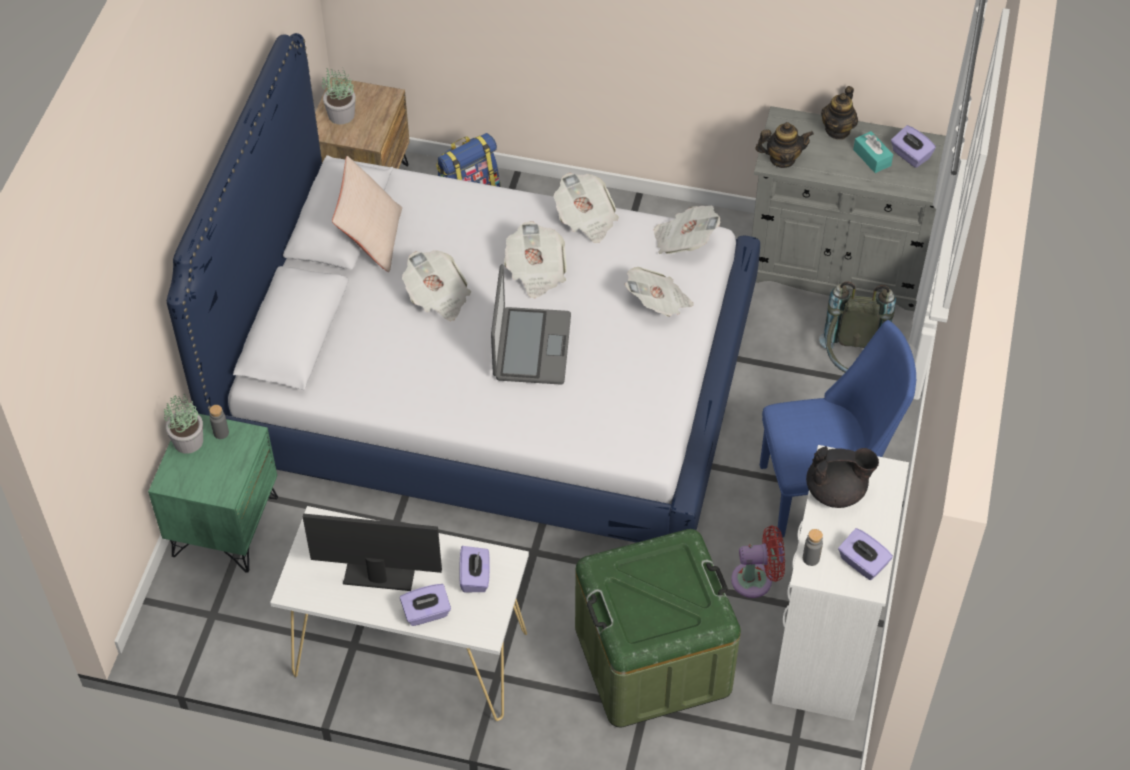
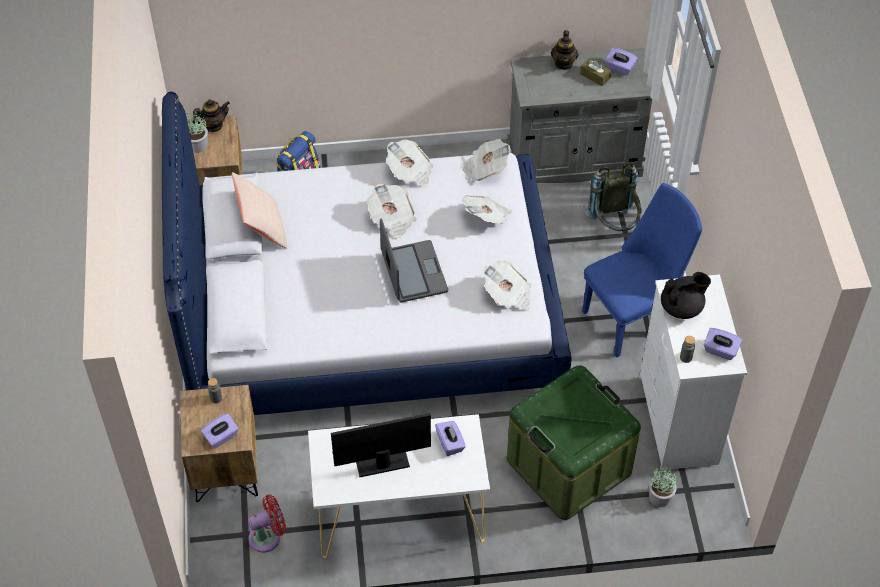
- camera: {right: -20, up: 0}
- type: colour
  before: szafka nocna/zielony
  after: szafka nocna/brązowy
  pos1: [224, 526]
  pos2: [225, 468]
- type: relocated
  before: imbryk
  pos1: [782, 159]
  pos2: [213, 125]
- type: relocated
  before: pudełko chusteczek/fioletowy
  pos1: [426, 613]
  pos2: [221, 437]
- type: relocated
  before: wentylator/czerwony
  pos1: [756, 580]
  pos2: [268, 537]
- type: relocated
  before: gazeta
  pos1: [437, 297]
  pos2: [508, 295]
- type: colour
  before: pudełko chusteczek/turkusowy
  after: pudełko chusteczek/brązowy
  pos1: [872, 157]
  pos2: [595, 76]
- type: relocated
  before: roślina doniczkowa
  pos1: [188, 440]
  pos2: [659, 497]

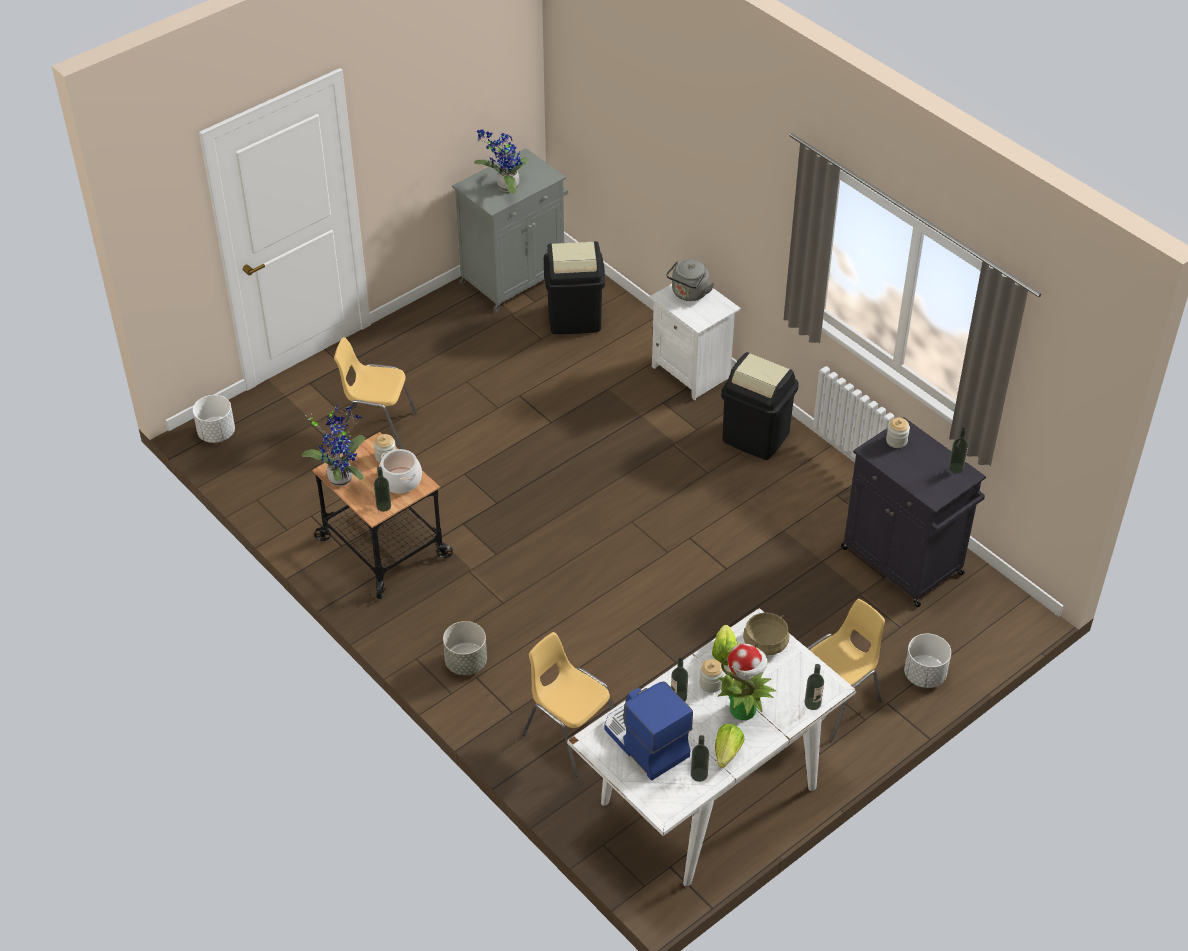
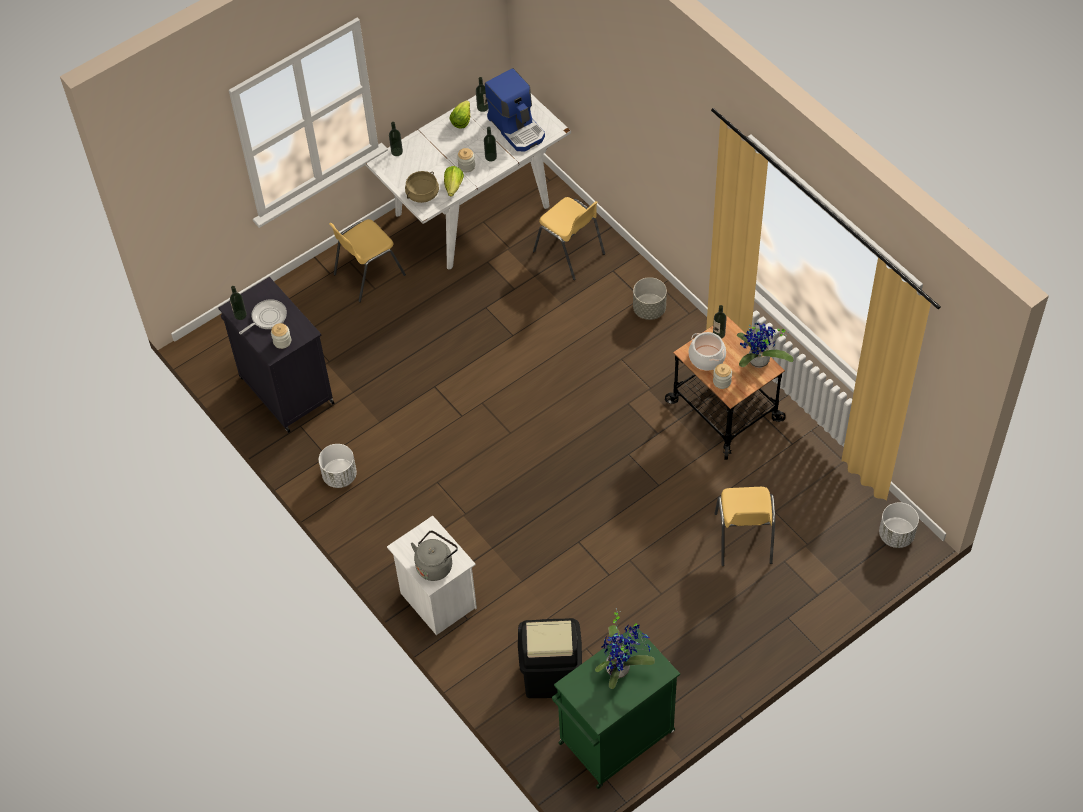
- camera: {right: -175, up: 10}
- type: appeared
  after: patelnia
  pos2: [267, 318]
- type: relocated
  before: donica/biały
  pos1: [924, 675]
  pos2: [340, 475]
- type: colour
  before: szafka/szary
  after: szafka/zielony
  pos1: [514, 277]
  pos2: [614, 739]
- type: spun
  before: krzesło/żółty
  pos1: [377, 427]
  pos2: [743, 539]
  turn: 75
- type: missing
  before: roślina doniczkowa
  pos1: [744, 709]
- type: missing
  before: kosz na śmieci/czarny
  pos1: [756, 437]

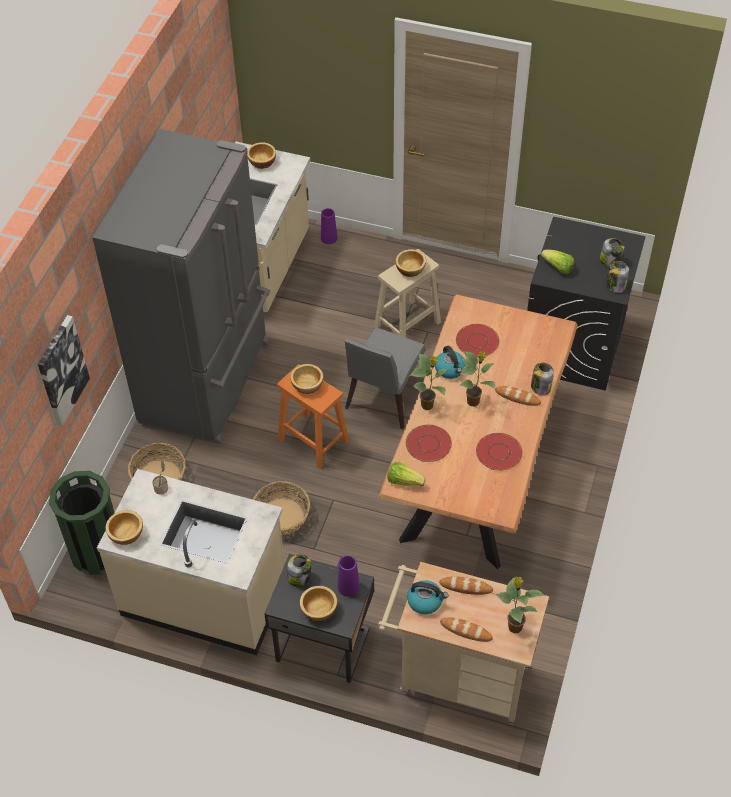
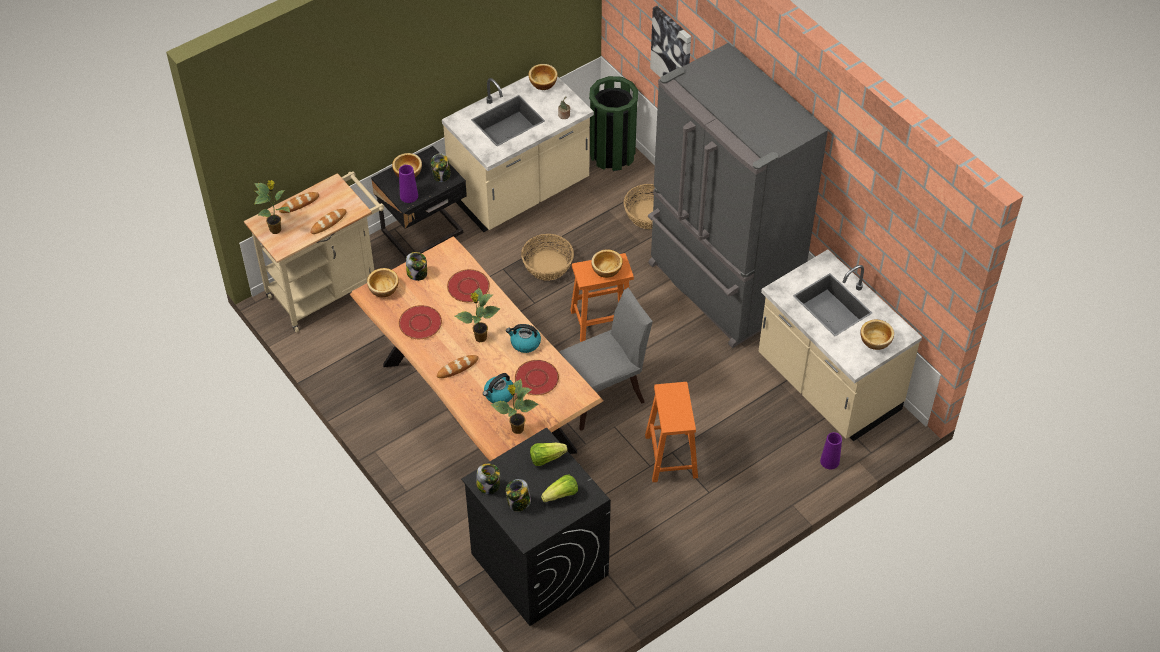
- camera: {right: 125, up: 0}
- type: relocated
  before: miska
  pos1: [410, 269]
  pos2: [384, 289]
- type: relocated
  before: słoik
  pos1: [540, 387]
  pos2: [417, 273]
- type: relocated
  before: czajnik
  pos1: [425, 601]
  pos2: [499, 394]
- type: relocated
  before: roślina doniczkowa
  pos1: [428, 405]
  pos2: [517, 429]
- type: relocated
  before: sałata
  pos1: [404, 481]
  pos2: [561, 495]
- type: spun
  before: krzesło/szary
  pos1: [385, 397]
  pos2: [603, 391]
  turn: 90
- type: colour
  before: stołek/beżowy
  after: stołek/pomarańczowy
  pos1: [408, 323]
  pos2: [671, 457]

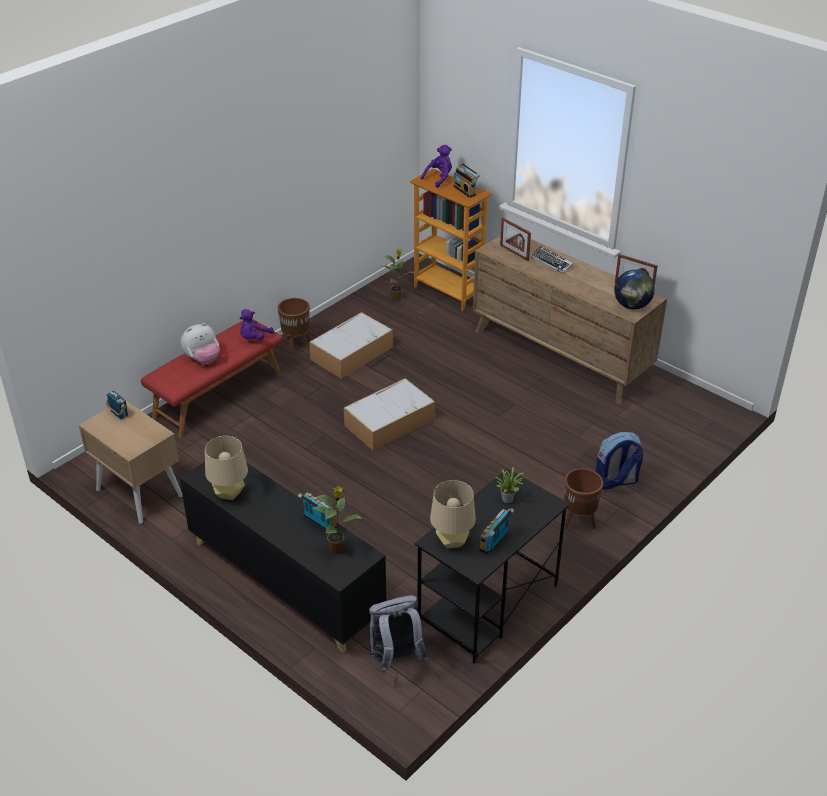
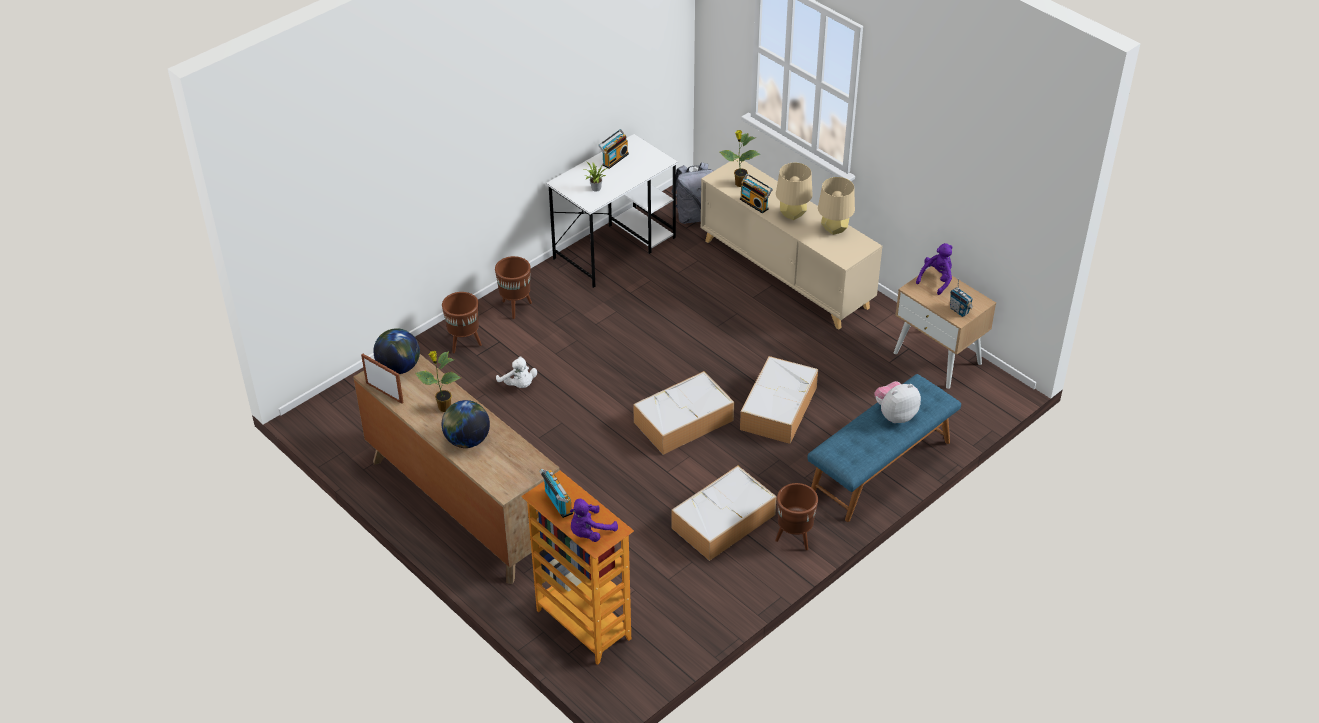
- camera: {right: -175, up: 5}
- type: relocated
  before: roślina doniczkowa
  pos1: [396, 298]
  pos2: [443, 408]
- type: exchanged
  before: plecak
  after: donica/brązowy
  pos1: [615, 482]
  pos2: [465, 343]
- type: exchanged
  before: klawiatura
  after: globus
  pos1: [551, 262]
  pos2: [467, 440]
- type: appeared
  after: pluszak/biały
  pos2: [519, 385]
- type: colour
  before: biurko/czarny
  after: biurko/biały
  pos1: [487, 605]
  pos2: [615, 247]
- type: colour
  before: szafka/czarny
  after: szafka/beżowy
  pos1: [284, 580]
  pos2: [786, 274]
- type: appeared
  after: pojemnik do przechowywania
  pos2: [778, 407]
- type: relocated
  before: lampa stołowa/beżowy
  pos1: [452, 541]
  pos2: [792, 214]
- type: colour
  before: ławka/czerwony
  after: ławka/niebieski
  pos1: [217, 395]
  pos2: [881, 468]
- type: relocated
  before: pluszak/fioletowy
  pos1: [254, 338]
  pos2: [936, 280]
- type: missing
  before: ramka na zdjęcie
  pos1: [514, 252]

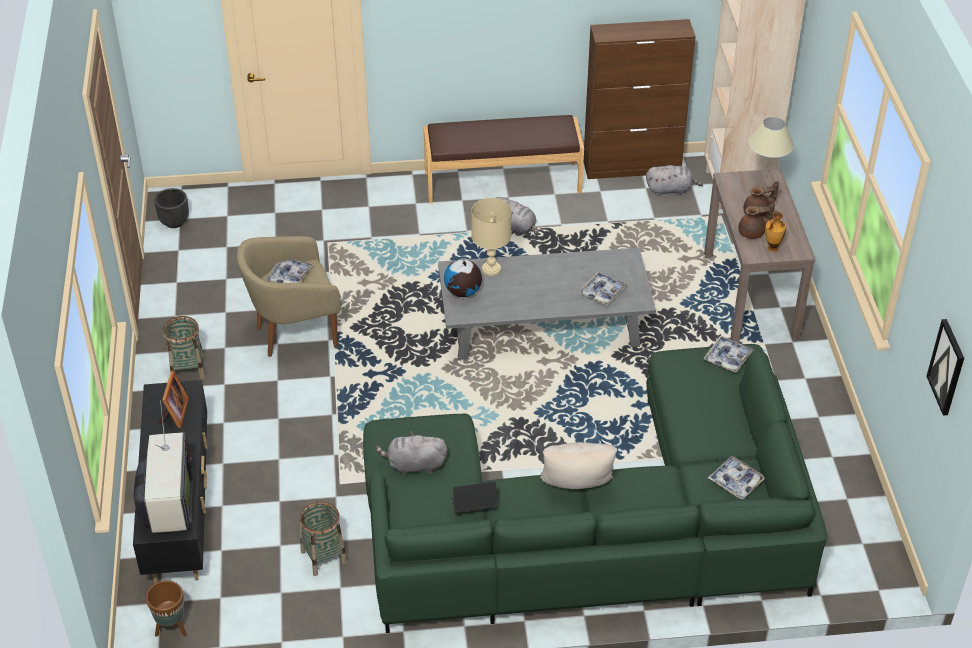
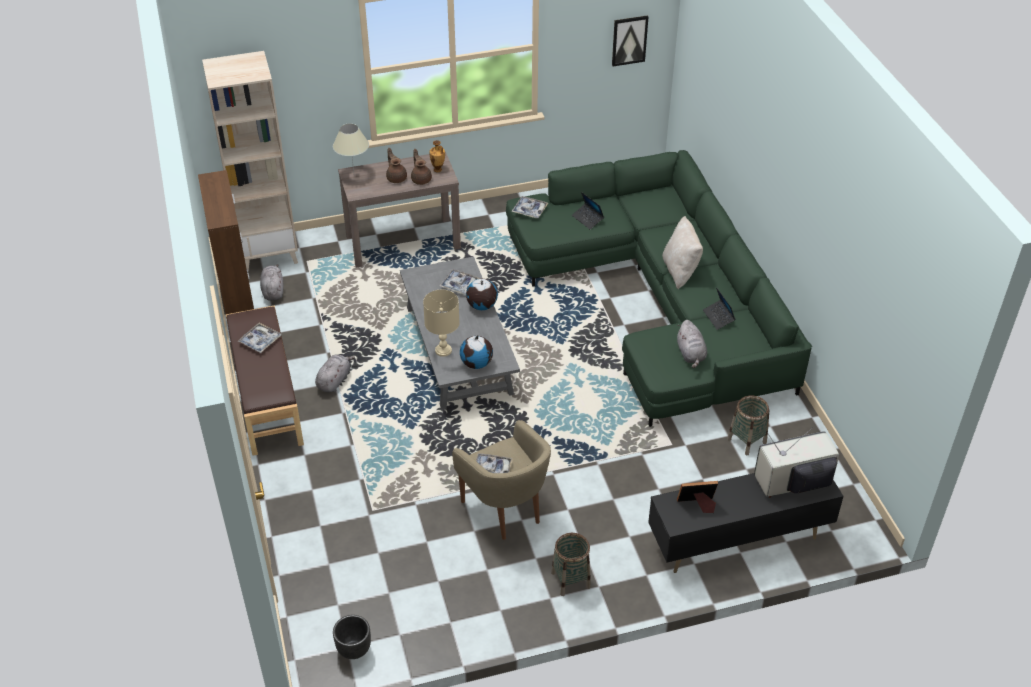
- camera: {right: -100, up: 0}
- type: relocated
  before: taca
  pos1: [736, 481]
  pos2: [260, 341]
- type: appeared
  after: globus
  pos2: [481, 306]
- type: appeared
  after: laptop
  pos2: [587, 219]
- type: missing
  before: donica/brązowy
  pos1: [171, 628]

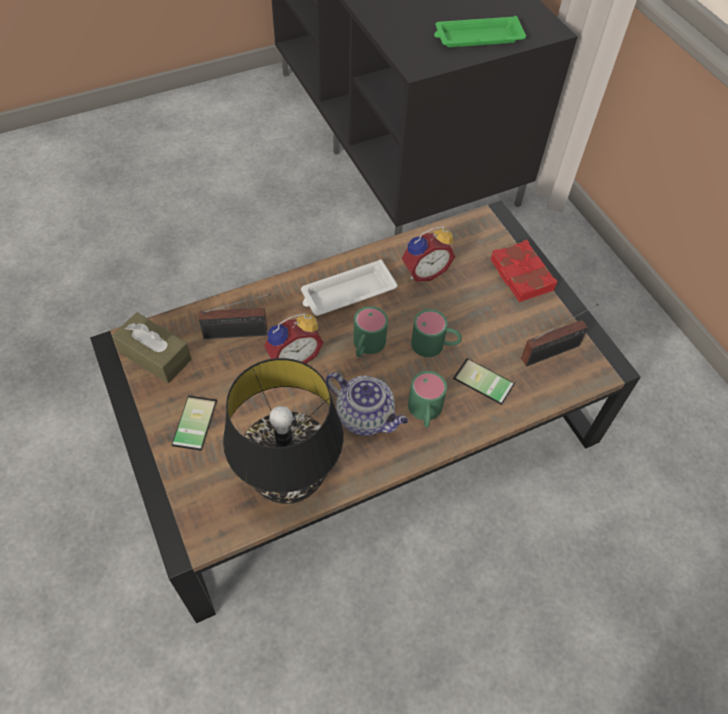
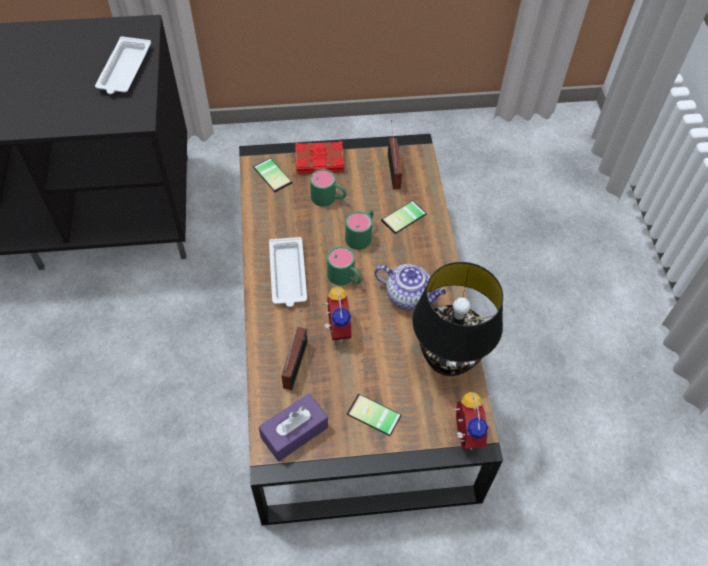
- camera: {right: -70, up: 0}
- type: colour
  before: taca/zielony
  after: taca/biały
  pos1: [477, 38]
  pos2: [124, 70]
- type: appeared
  after: telefon
  pos2: [274, 174]
- type: colour
  before: pudełko chusteczek/brązowy
  after: pudełko chusteczek/fioletowy
  pos1: [155, 355]
  pos2: [294, 432]
- type: relocated
  before: kubek/zielony
  pos1: [425, 412]
  pos2: [328, 198]
- type: spun
  before: imbryk
  pos1: [366, 417]
  pos2: [409, 296]
  turn: 60
- type: relocated
  before: budzik
  pos1: [424, 271]
  pos2: [464, 434]

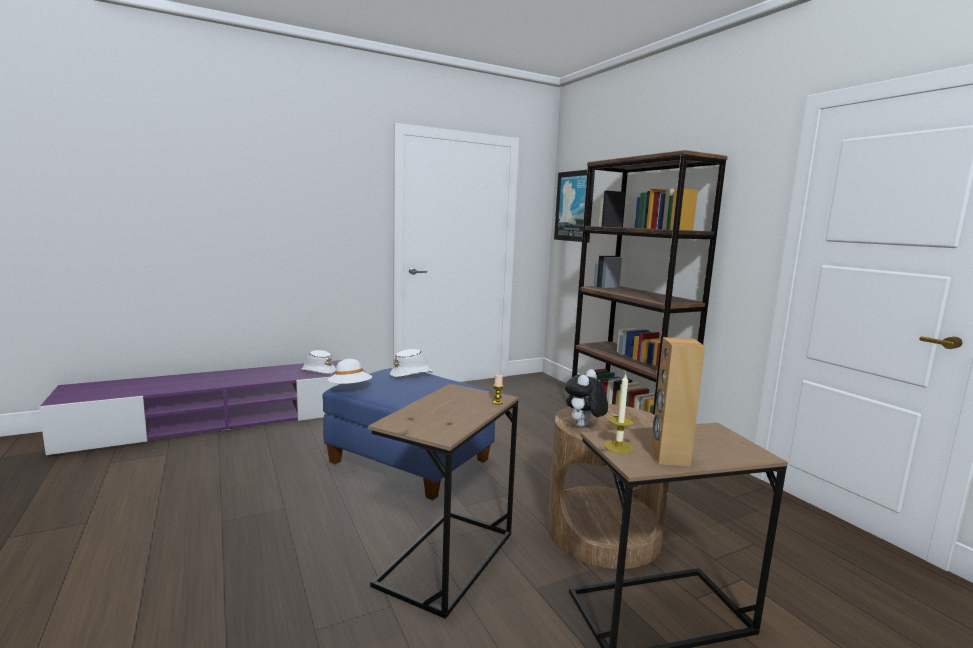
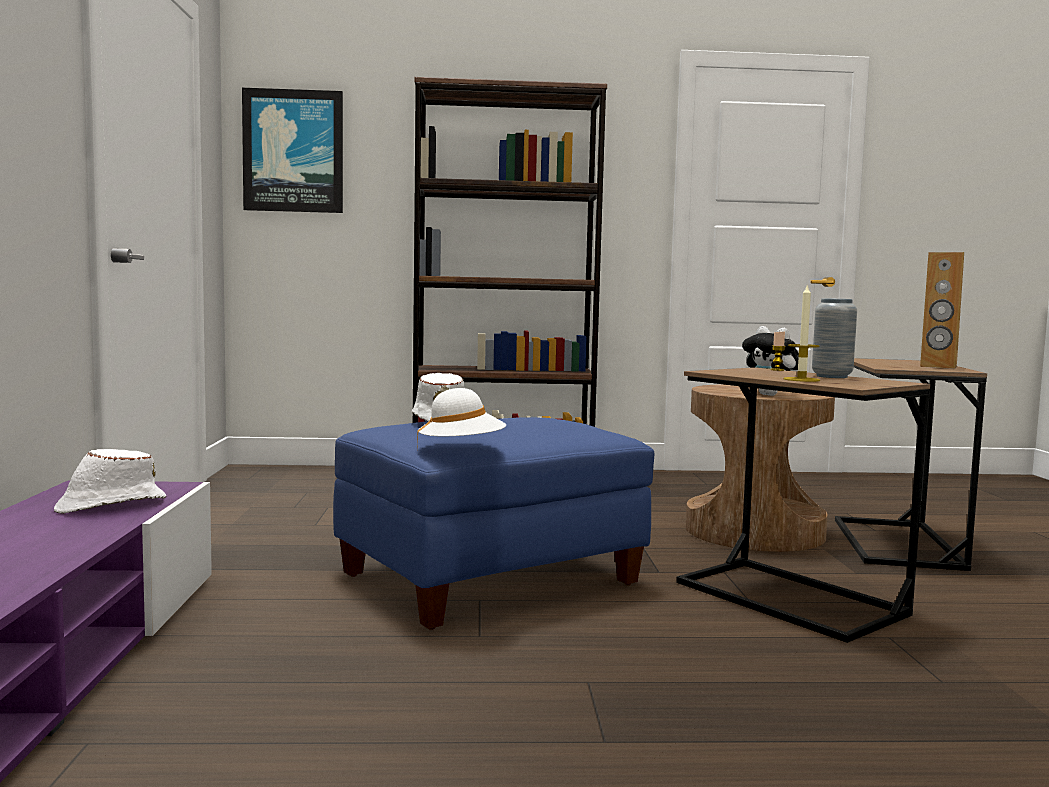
- camera: {right: -65, up: -5}
- type: relocated
  before: świeca
  pos1: [618, 447]
  pos2: [801, 379]
- type: appeared
  after: wazon/szary
  pos2: [831, 376]

